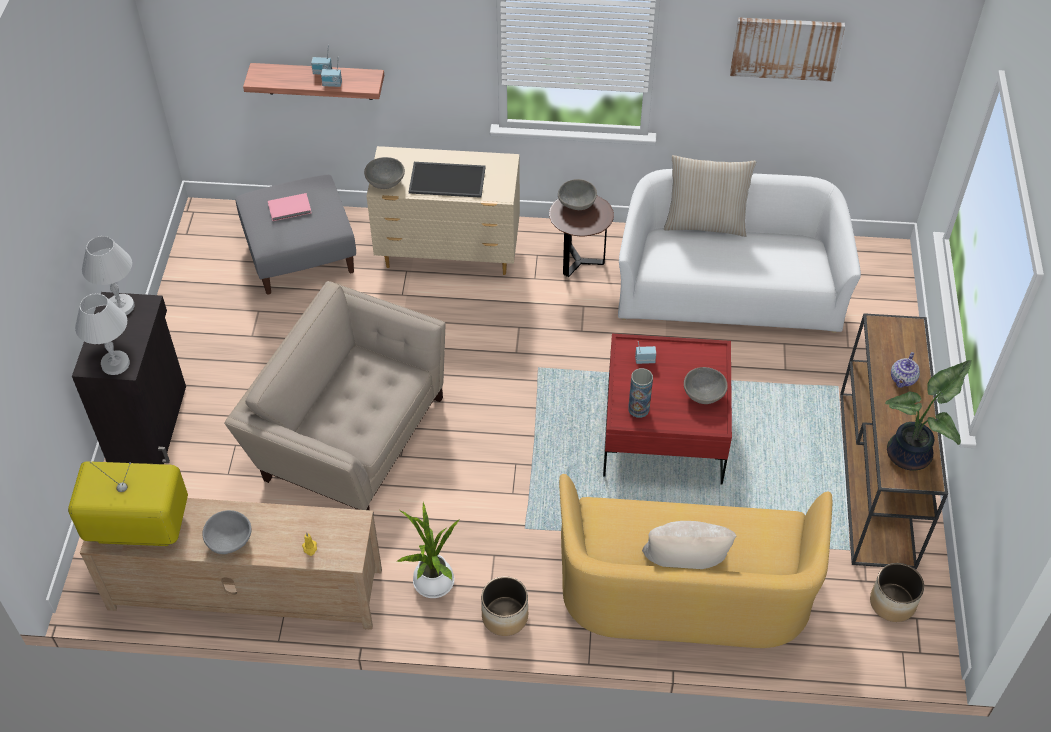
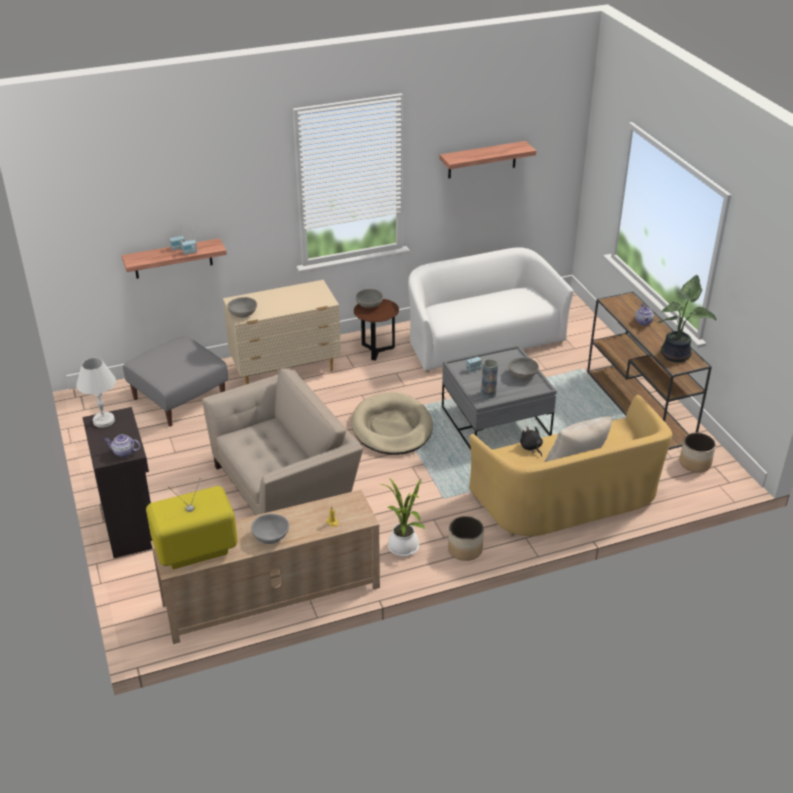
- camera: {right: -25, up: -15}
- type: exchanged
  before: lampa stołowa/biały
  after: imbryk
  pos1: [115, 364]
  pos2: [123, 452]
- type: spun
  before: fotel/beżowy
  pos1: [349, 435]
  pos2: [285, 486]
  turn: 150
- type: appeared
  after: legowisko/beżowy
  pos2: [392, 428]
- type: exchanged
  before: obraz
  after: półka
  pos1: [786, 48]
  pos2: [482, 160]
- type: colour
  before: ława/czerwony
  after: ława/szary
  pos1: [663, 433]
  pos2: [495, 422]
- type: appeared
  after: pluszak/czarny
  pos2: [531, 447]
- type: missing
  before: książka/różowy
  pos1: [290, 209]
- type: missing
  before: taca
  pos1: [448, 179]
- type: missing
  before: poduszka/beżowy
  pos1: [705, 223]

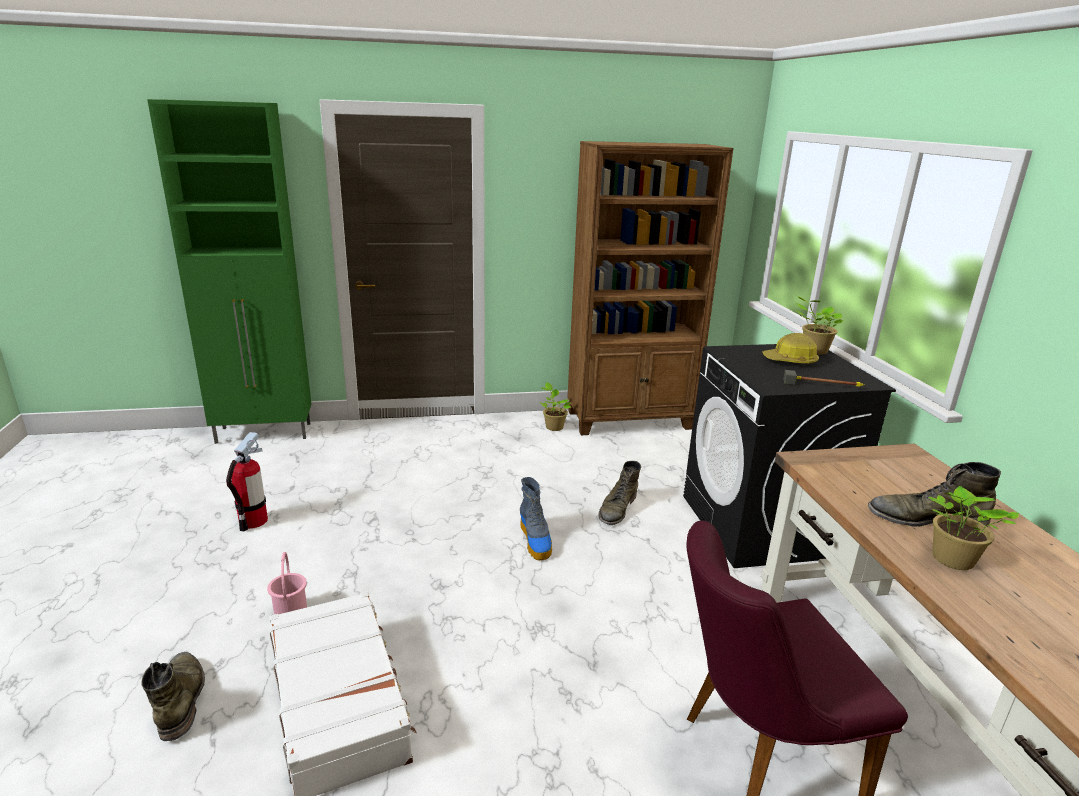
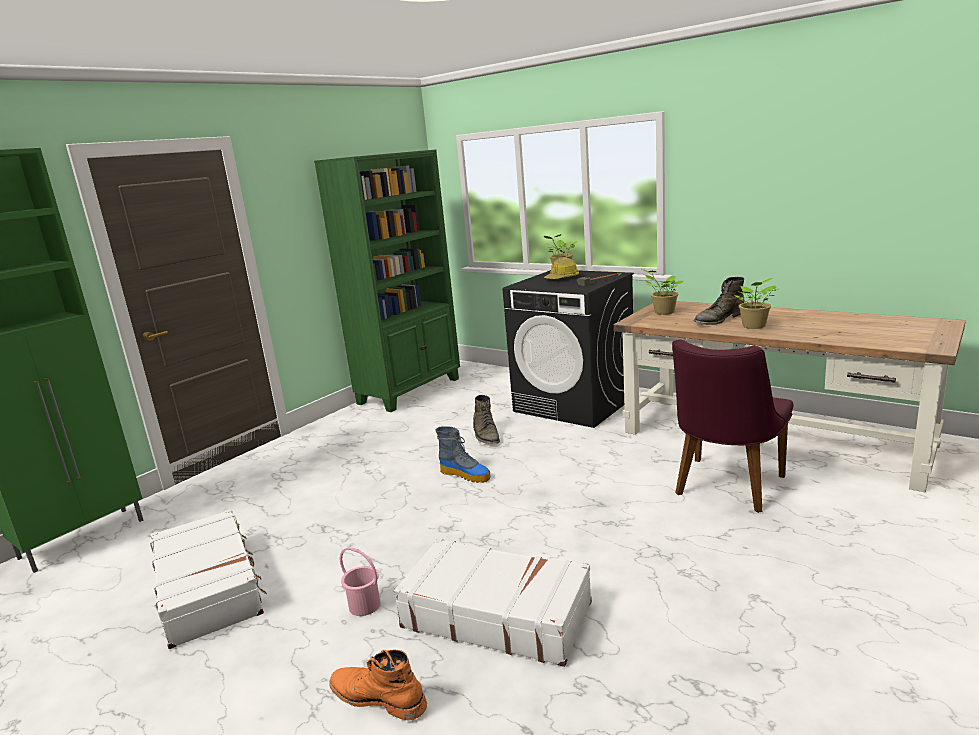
- camera: {right: -40, up: -5}
- type: exchanged
  before: gaśnica
  after: walizka/biały
  pos1: [253, 521]
  pos2: [210, 587]
- type: colour
  before: regał/brązowy
  after: regał/zielony
  pos1: [630, 420]
  pos2: [410, 391]
- type: colour
  before: but z cholewką/zielony
  after: but z cholewką/pomarańczowy
  pos1: [181, 699]
  pos2: [378, 697]
- type: relocated
  before: roślina doniczkowa
  pos1: [553, 427]
  pos2: [662, 312]

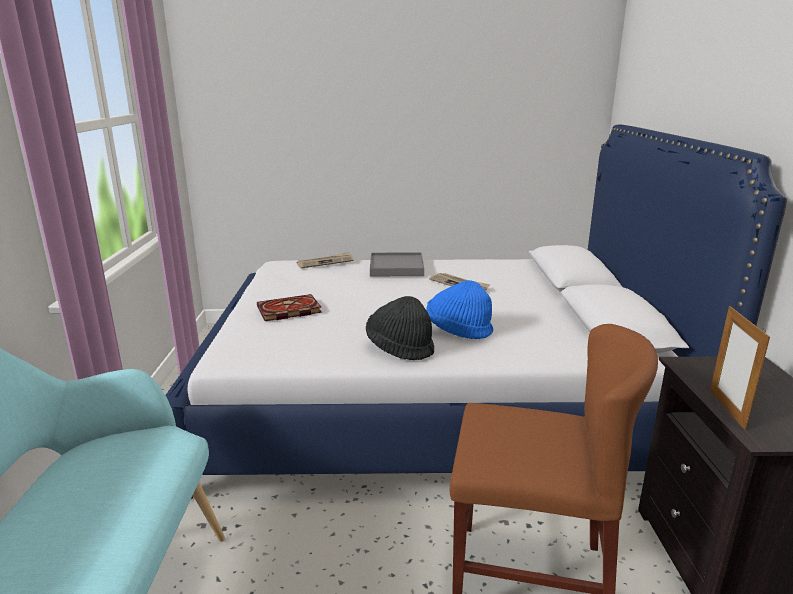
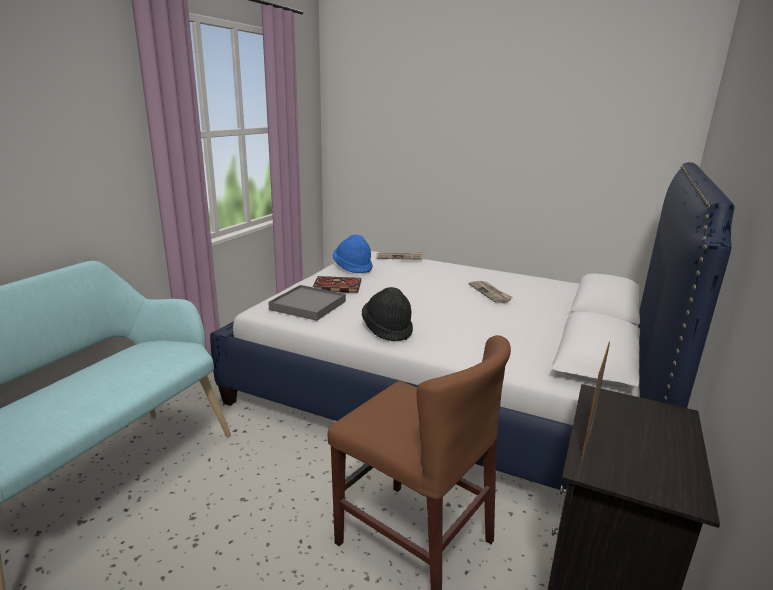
- camera: {right: 25, up: 0}
- type: relocated
  before: taca/szary
  pos1: [396, 267]
  pos2: [308, 305]
- type: relocated
  before: kapelusz/niebieski
  pos1: [458, 329]
  pos2: [353, 267]

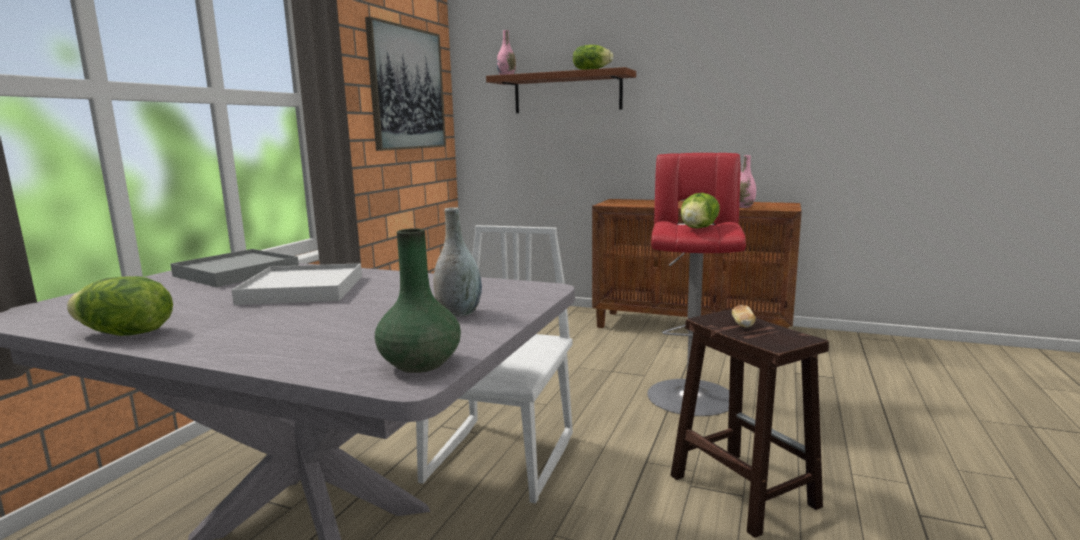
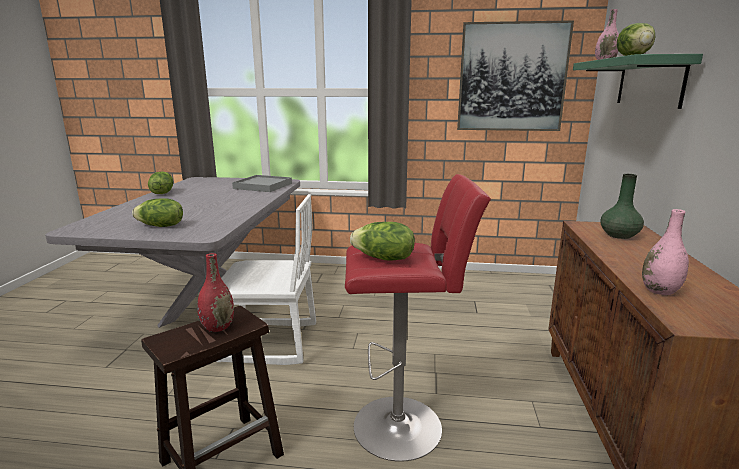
- camera: {right: 75, up: 5}
- type: exchanged
  before: wazon/szary
  after: sałata
  pos1: [459, 313]
  pos2: [161, 226]
- type: exchanged
  before: chleb
  after: wazon/czerwony
  pos1: [742, 325]
  pos2: [218, 327]
- type: colour
  before: półka/brązowy
  after: półka/zielony
  pos1: [567, 93]
  pos2: [649, 82]
- type: relocated
  before: wazon/zielony
  pos1: [419, 363]
  pos2: [619, 235]
- type: missing
  before: taca/biały
  pos1: [302, 290]

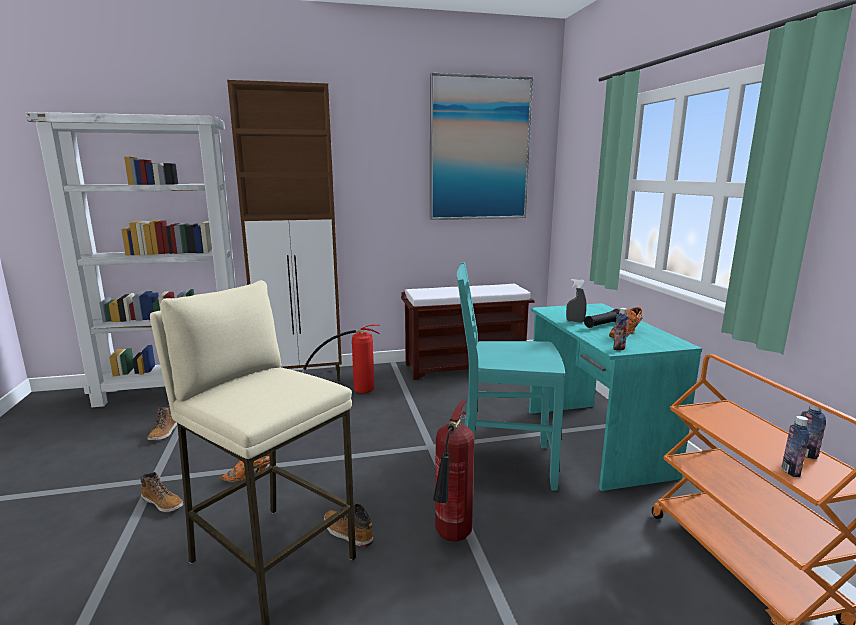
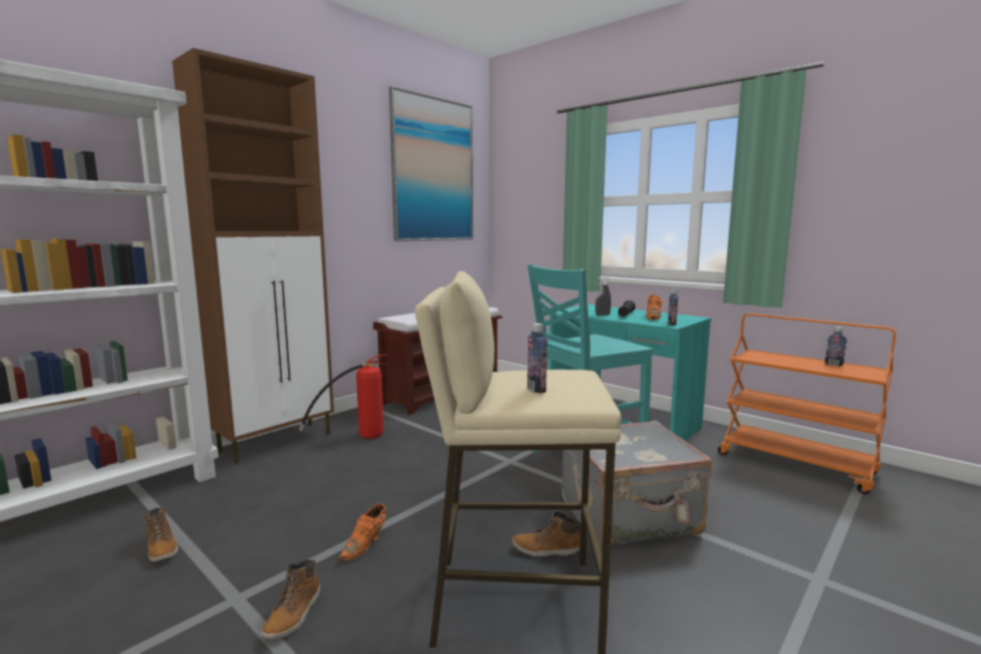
- camera: {right: -35, up: -5}
- type: spun
  before: but z cholewką
  pos1: [163, 503]
  pos2: [294, 614]
  turn: 105
- type: relocated
  before: butelka
  pos1: [790, 471]
  pos2: [536, 389]
- type: exchanged
  before: gaśnica
  after: walizka/szary
  pos1: [452, 537]
  pos2: [630, 517]

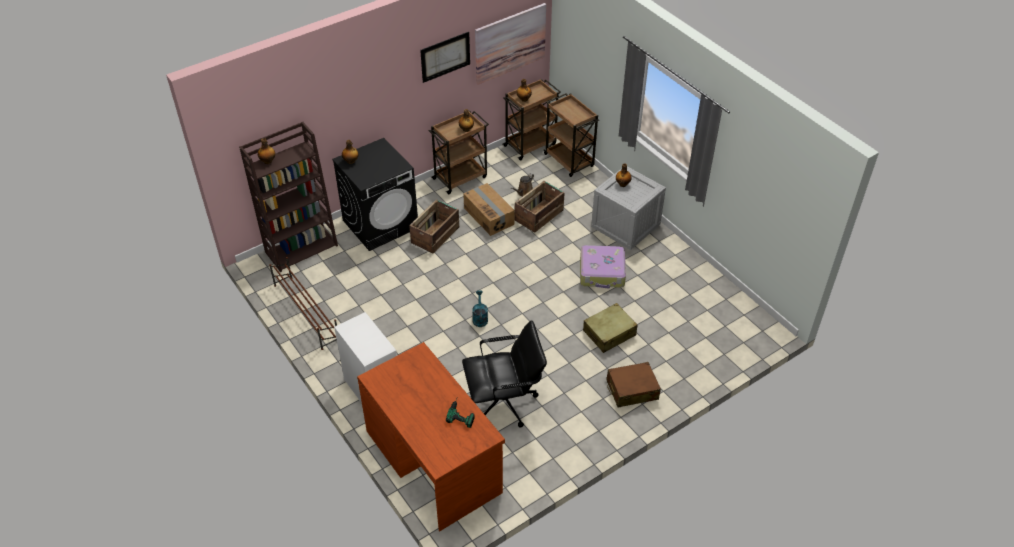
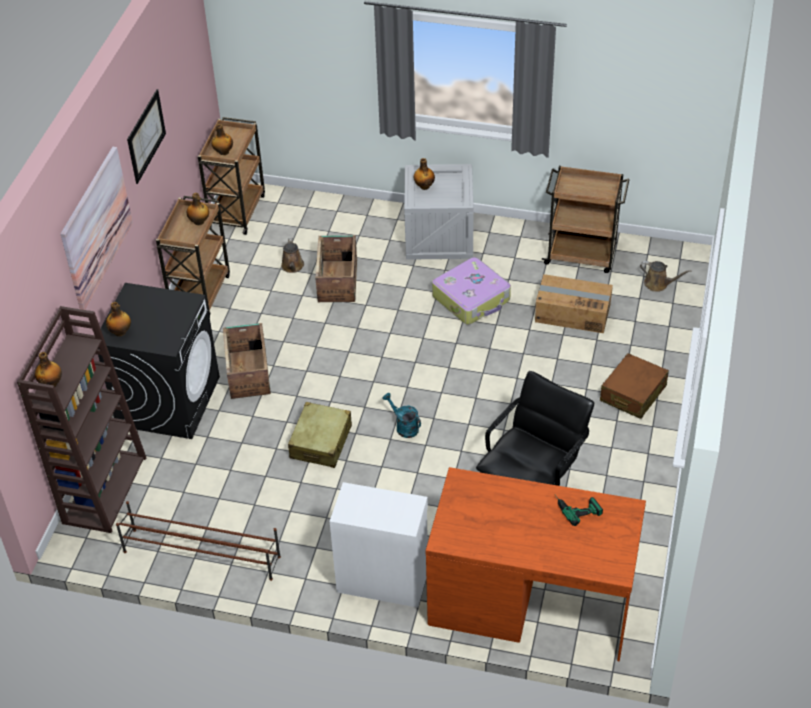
- camera: {right: -40, up: 0}
- type: relocated
  before: obraz
  pos1: [510, 43]
  pos2: [96, 227]
- type: relocated
  before: walizka/beżowy
  pos1: [609, 333]
  pos2: [321, 442]
- type: relocated
  before: karton
  pos1: [489, 216]
  pos2: [572, 313]
- type: relocated
  before: wózek/brązowy
  pos1: [569, 161]
  pos2: [582, 255]
- type: appeared
  after: konewka/brązowy
  pos2: [658, 284]

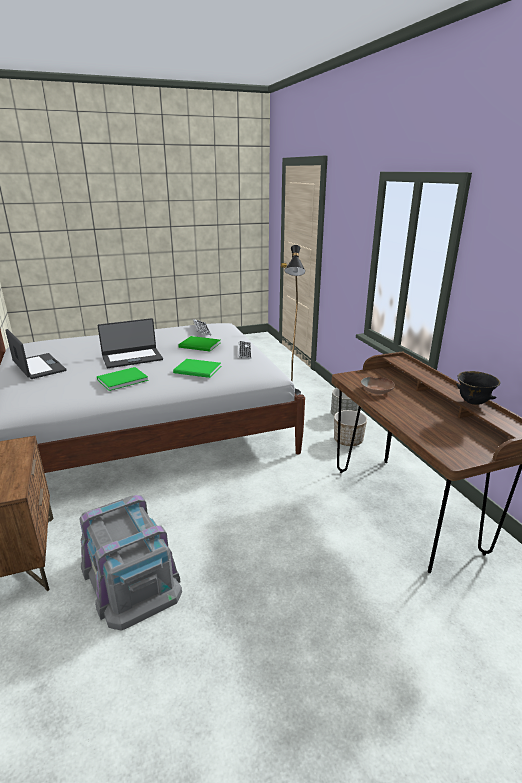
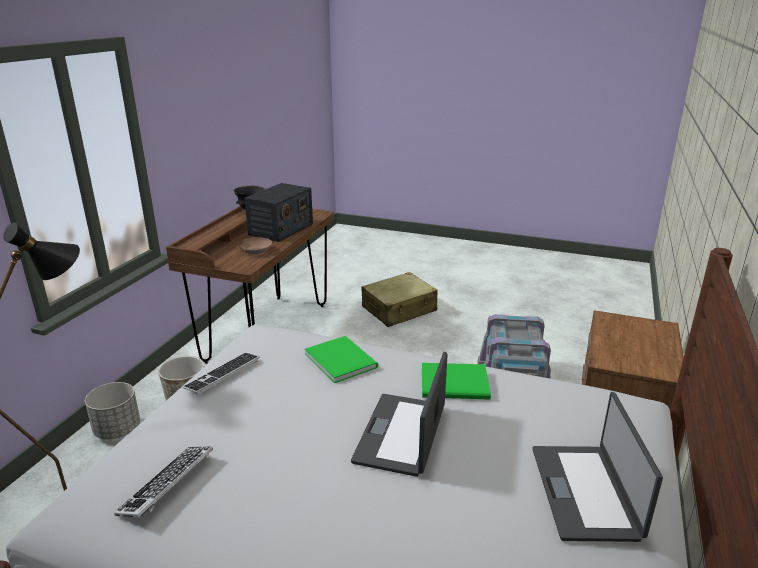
- camera: {right: -140, up: 0}
- type: appeared
  after: radio
  pos2: [281, 229]
- type: spun
  before: laptop
  pos1: [132, 358]
  pos2: [402, 434]
  turn: -90
- type: appeared
  after: walizka/beżowy
  pos2: [399, 309]
- type: missing
  before: książka/zielony
  pos1: [200, 345]

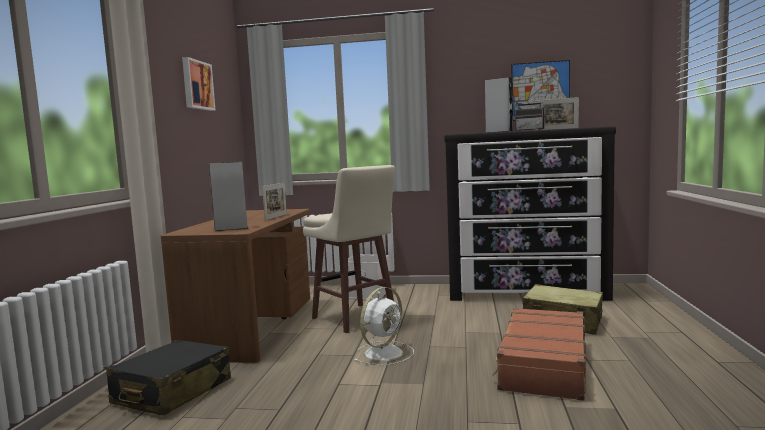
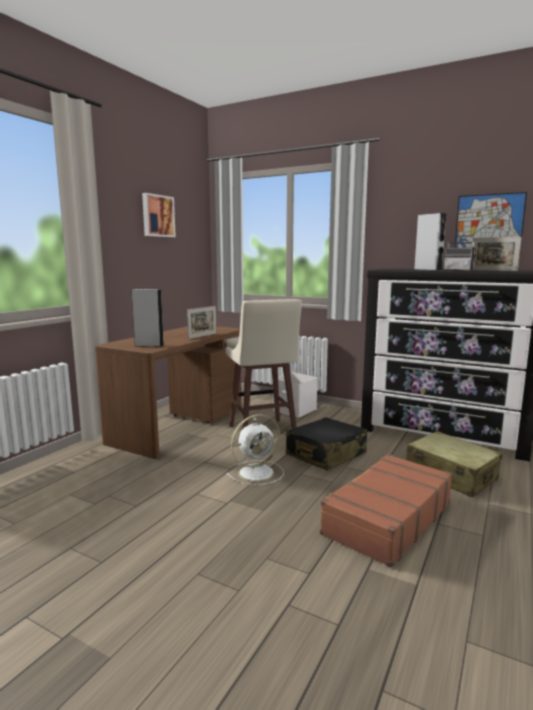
- camera: {right: 20, up: 5}
- type: relocated
  before: walizka/czarny
  pos1: [172, 392]
  pos2: [325, 454]

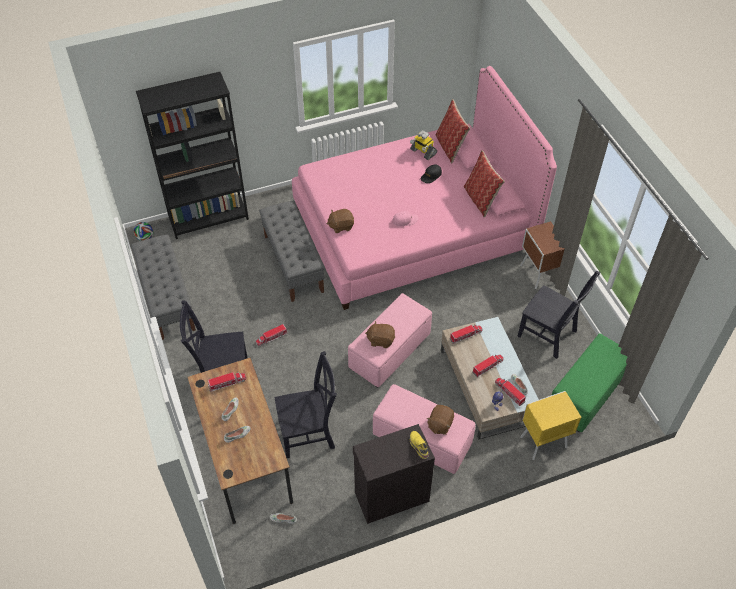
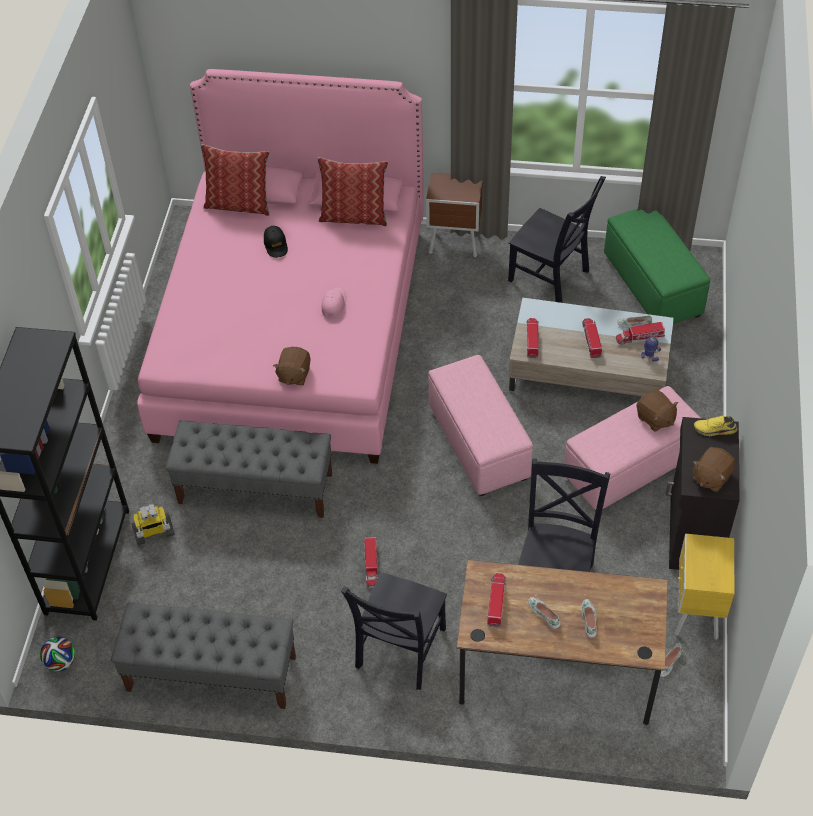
- camera: {right: -60, up: 0}
- type: relocated
  before: robot zabawkowy
  pos1: [423, 152]
  pos2: [154, 532]
- type: spun
  before: krzesło/czarny
  pos1: [549, 335]
  pos2: [551, 277]
  turn: 60
- type: relocated
  before: szafka nocna/żółty
  pos1: [542, 442]
  pos2: [695, 614]
- type: relocated
  before: pluszak/brązowy
  pos1: [380, 340]
  pos2: [711, 477]

